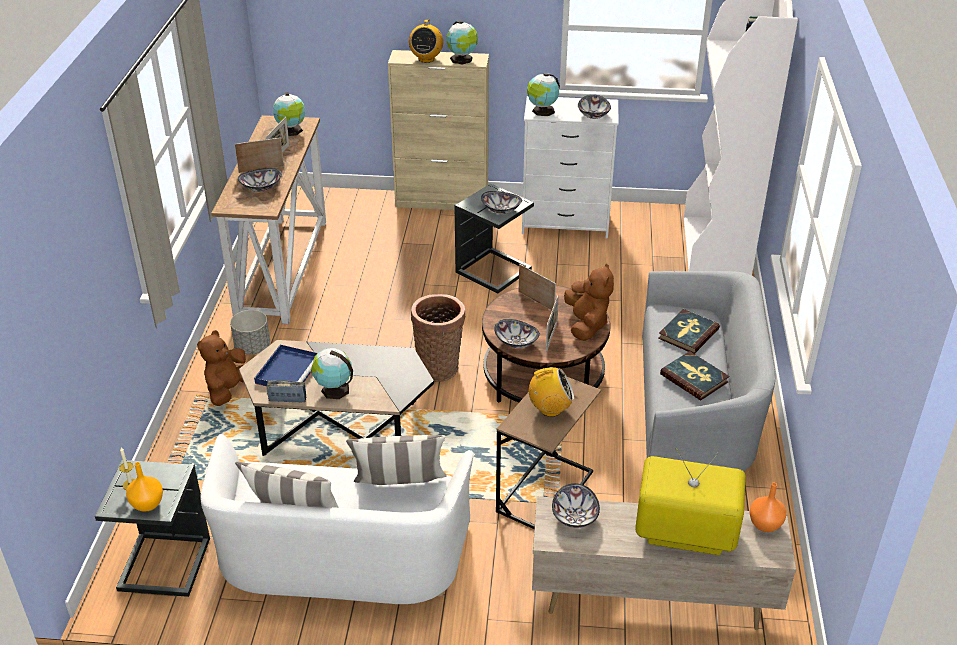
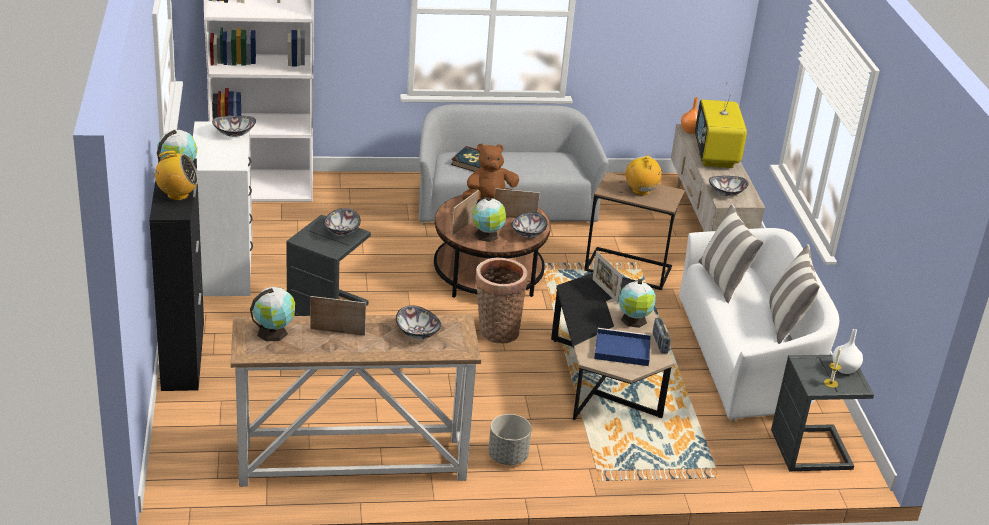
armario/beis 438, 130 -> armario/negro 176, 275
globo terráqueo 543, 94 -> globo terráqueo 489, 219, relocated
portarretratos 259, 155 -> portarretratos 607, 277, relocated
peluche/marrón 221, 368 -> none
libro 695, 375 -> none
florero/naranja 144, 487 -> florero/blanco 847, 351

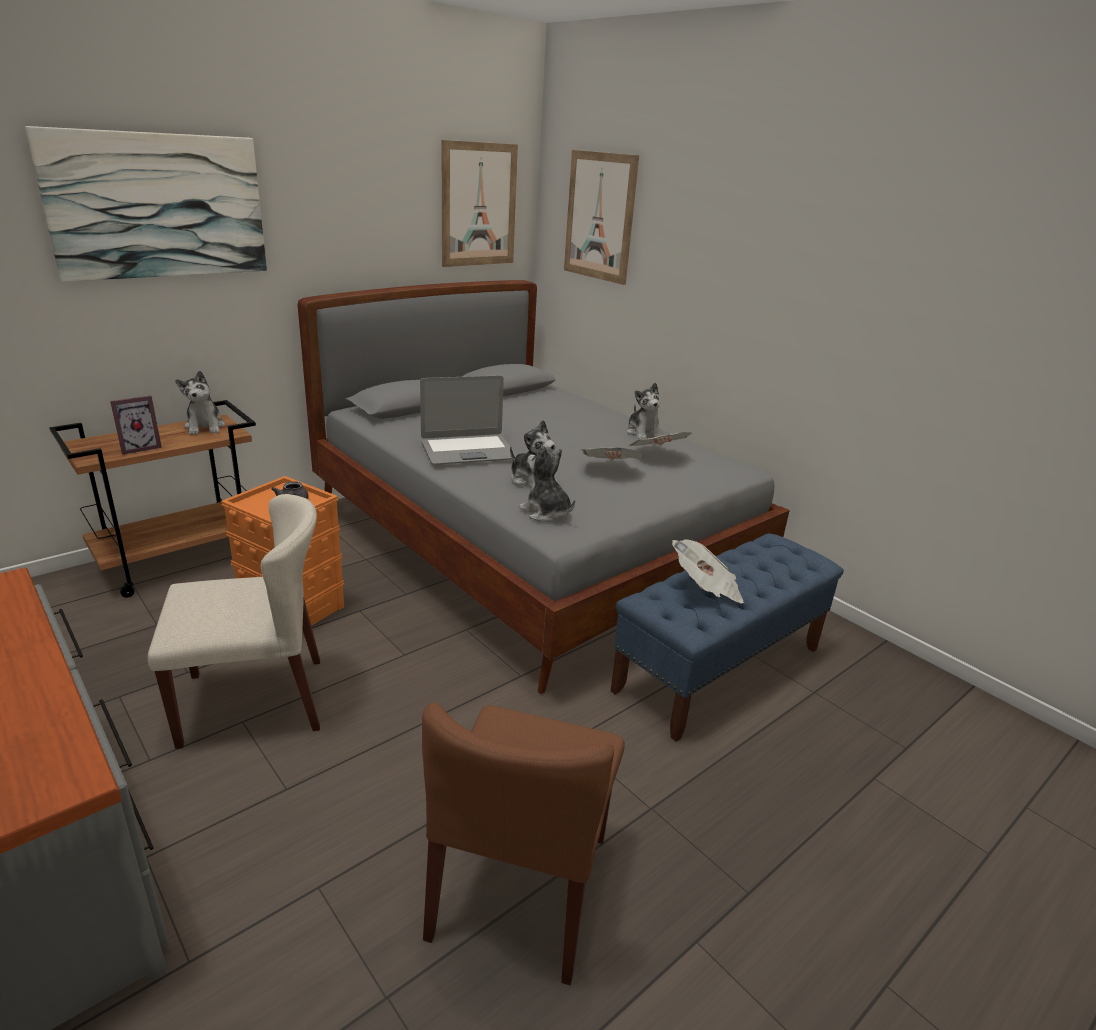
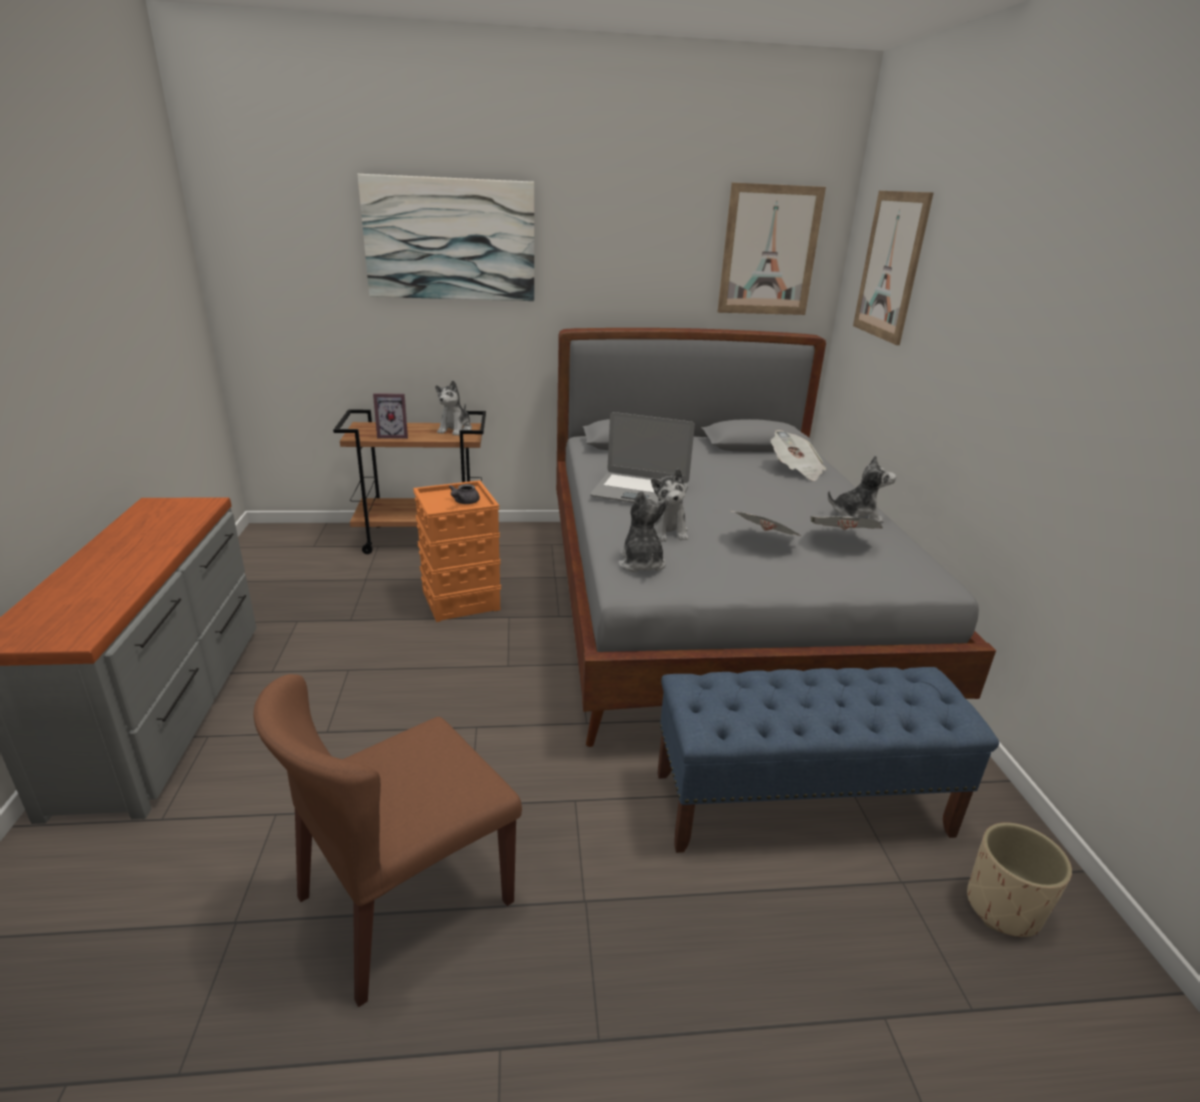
peluche 643, 411 -> peluche 862, 489, 105 degrees counterclockwise
silla/beis 234, 621 -> none
periódico 708, 571 -> periódico 799, 455, relocated
none -> maceta/beis 1019, 879

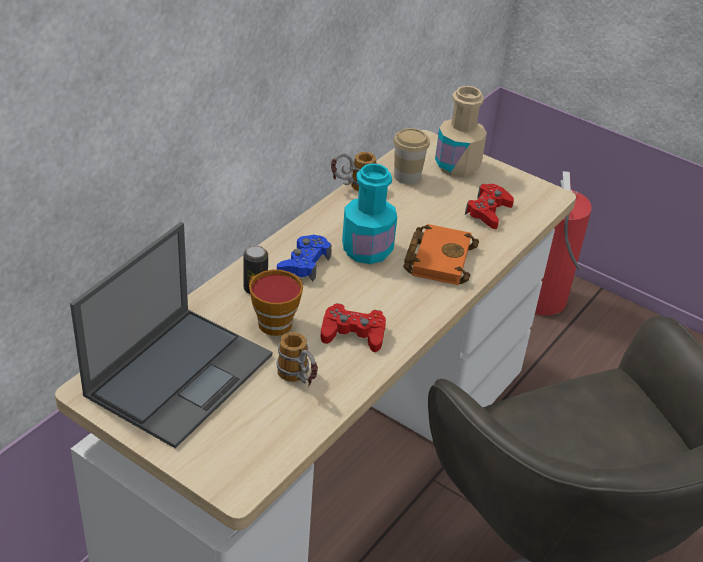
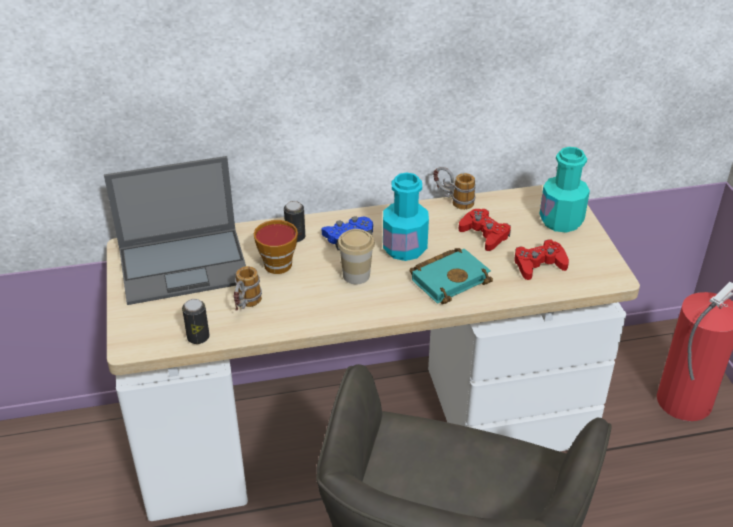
botella/beis 461, 131 -> botella/turquesa 564, 190
taza 411, 156 -> taza 356, 256, relocated
libro/naranja 441, 254 -> libro/turquesa 451, 276
mando de consola/rojo 353, 327 -> mando de consola/rojo 485, 230, relocated
none -> lata 195, 321

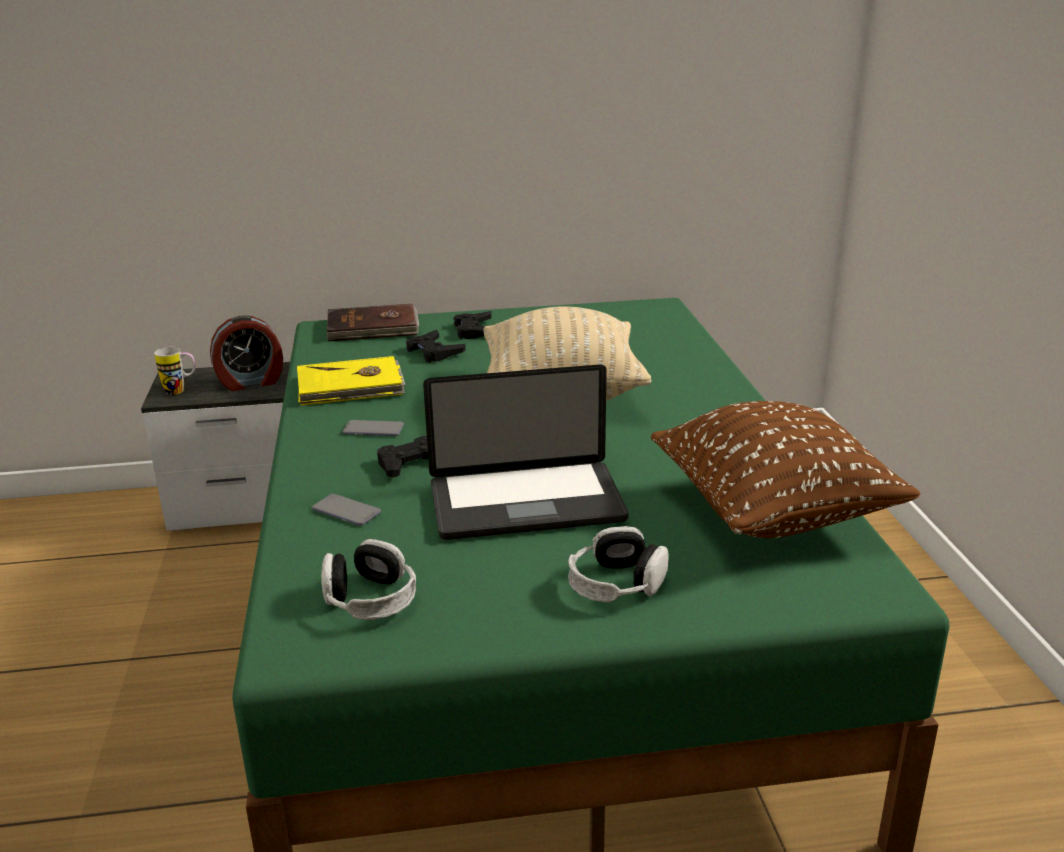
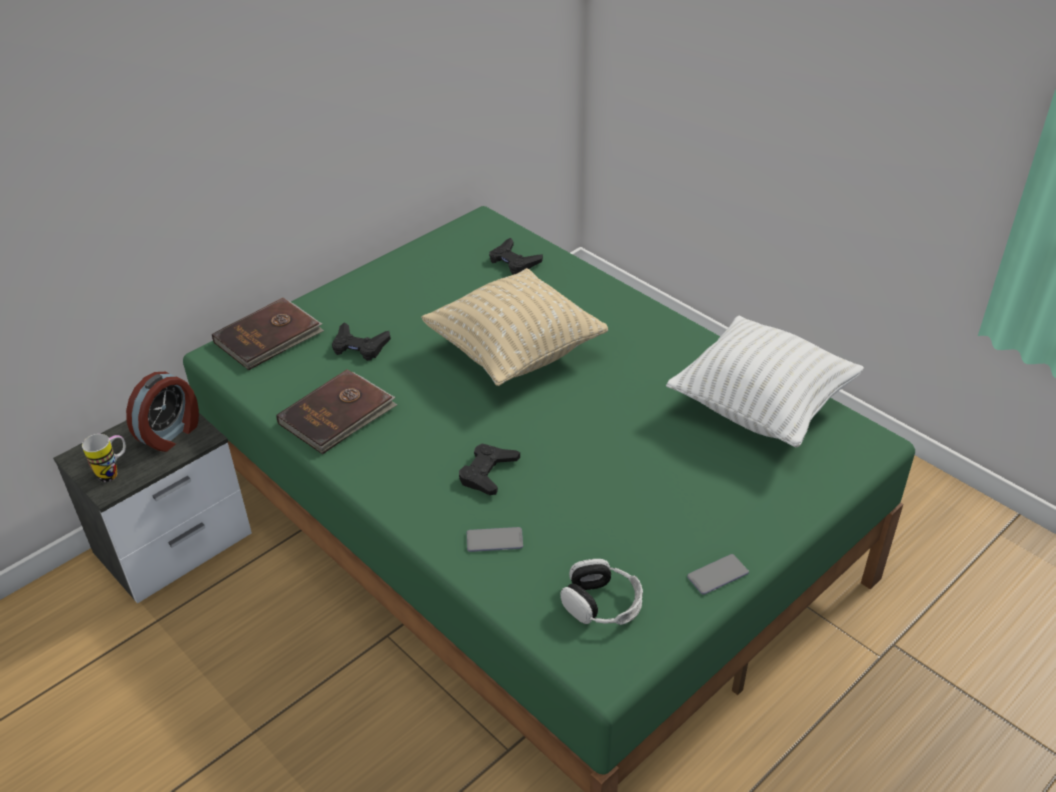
mando de consola/negro 472, 325 -> mando de consola/negro 516, 256, relocated
libro/amarillo 351, 381 -> libro/marrón 336, 411
portátil 526, 452 -> none
cojín/marrón 785, 469 -> cojín/blanco 765, 381
móvil 373, 428 -> móvil 718, 574, relocated
auriculares 618, 564 -> none

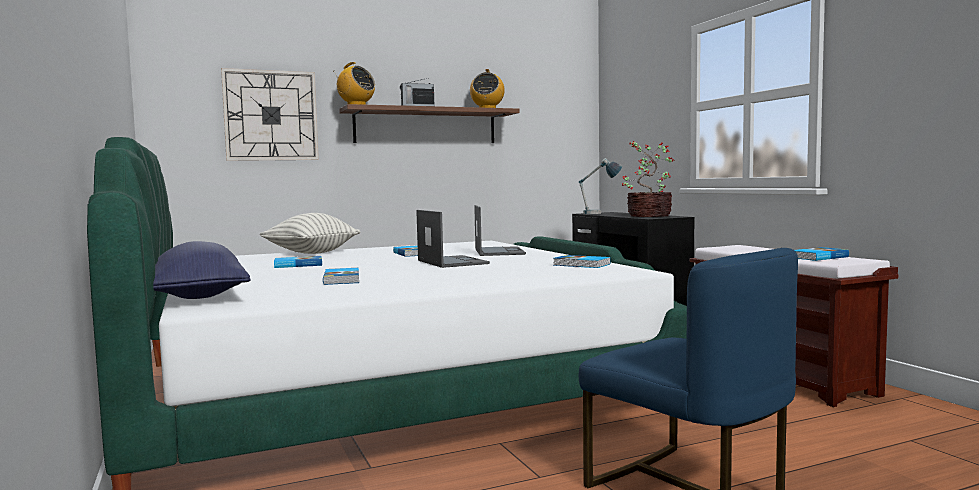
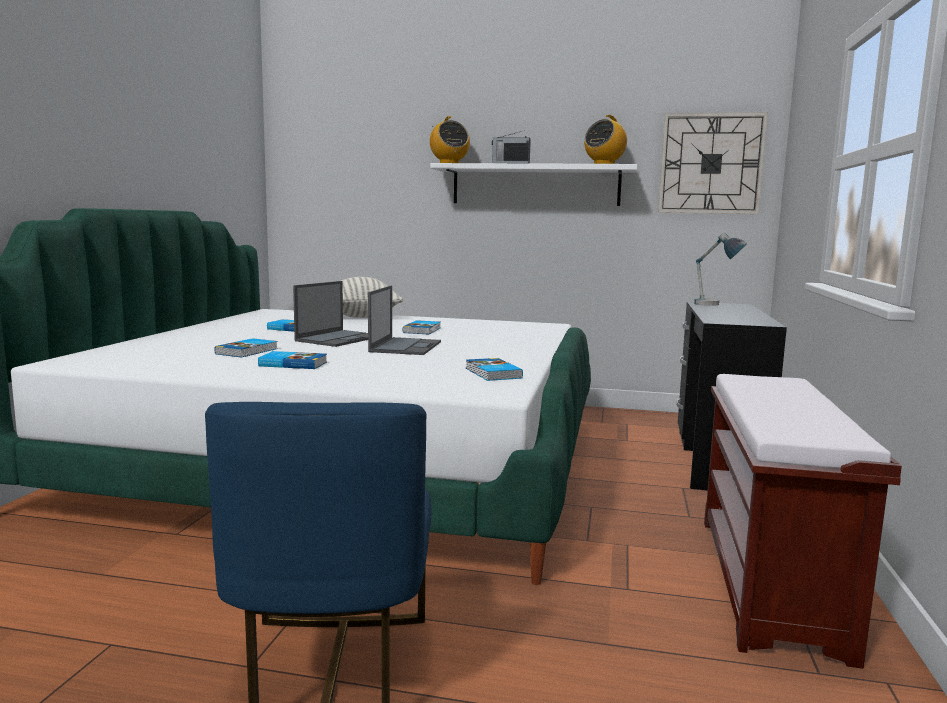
reloj de pared 270, 114 -> reloj de pared 713, 163, relocated
estante/marrón 429, 123 -> estante/blanco 533, 184
planta en maceta 648, 179 -> none
portátil 500, 230 -> portátil 330, 314, relocated
cojín/azul 202, 270 -> none
libro 821, 254 -> libro 292, 360, relocated

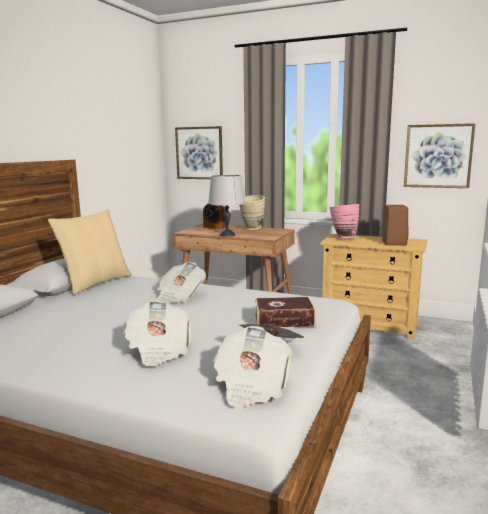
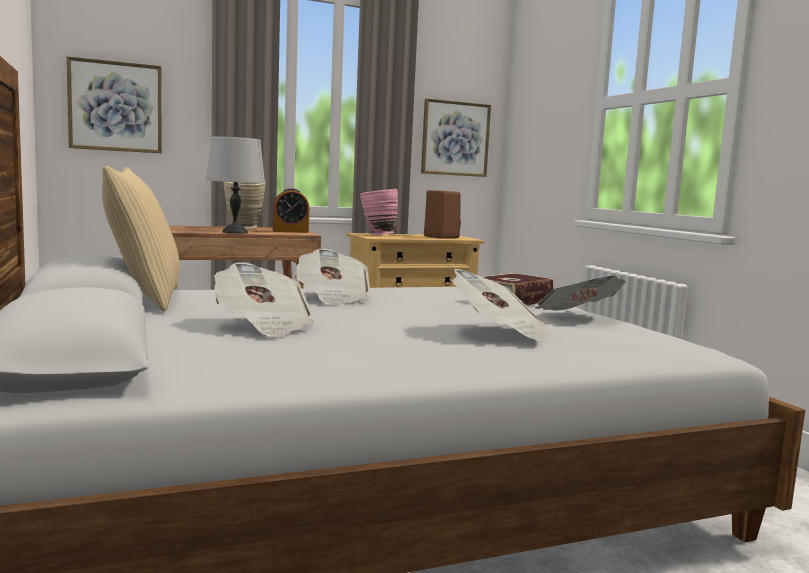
despertador 214, 216 -> despertador 291, 210, relocated
periódico 252, 366 -> periódico 264, 299, relocated

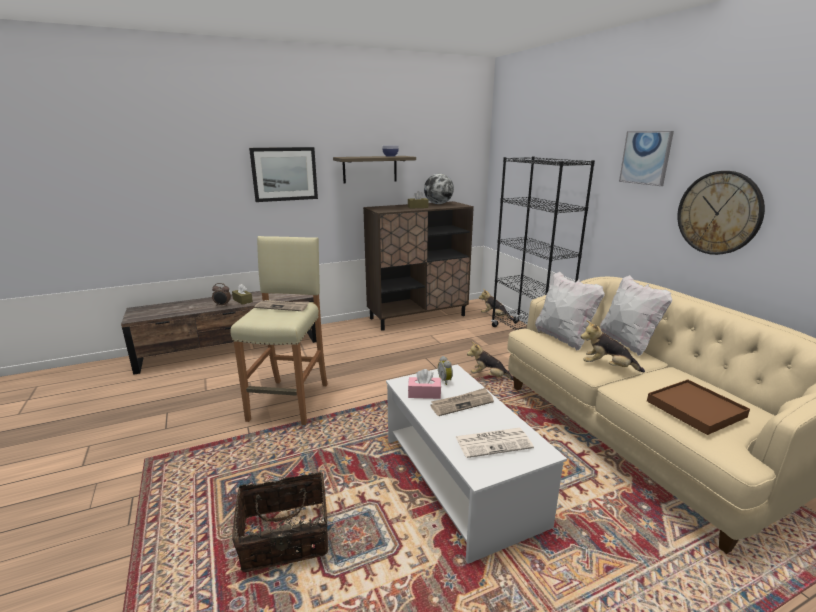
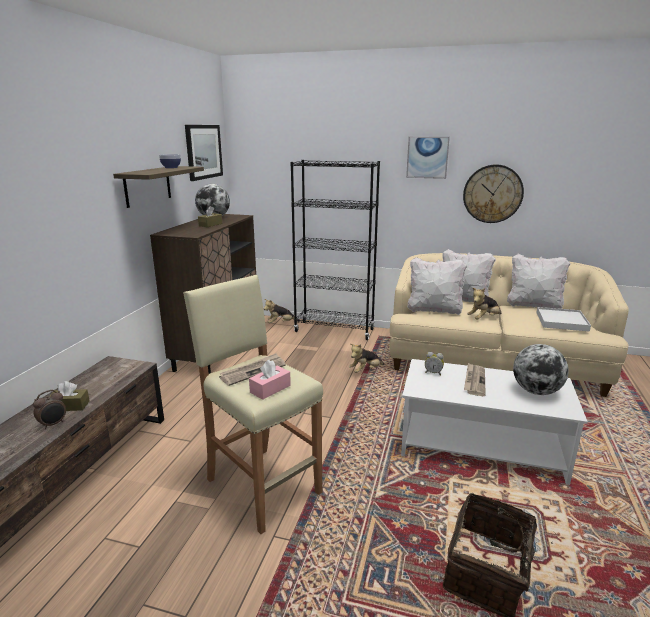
cuadro 283, 174 -> cuadro 204, 153, relocated
caja de pañuelos/rosa 424, 384 -> caja de pañuelos/rosa 270, 380, relocated
bandeja/marrón 698, 407 -> bandeja/blanco 563, 319
periódico 495, 443 -> globo terráqueo 541, 369
none -> cojín/blanco 538, 281

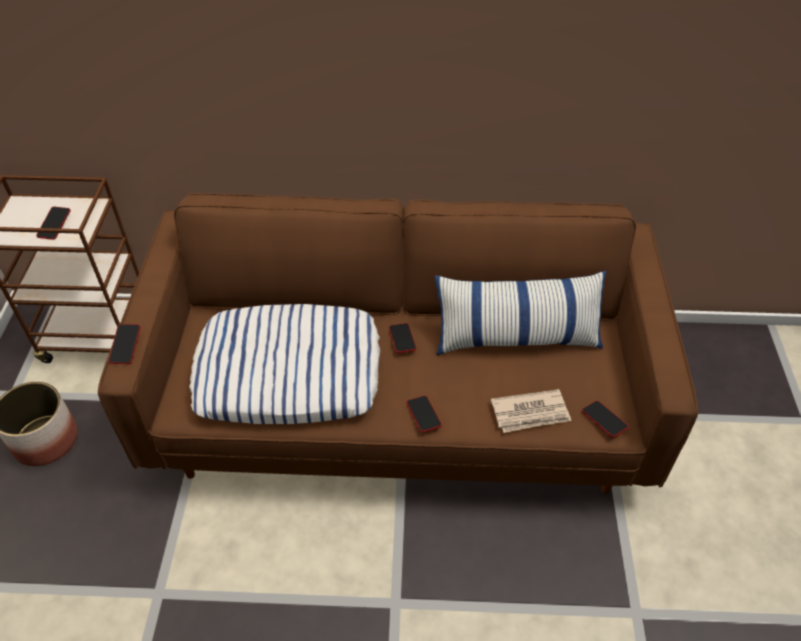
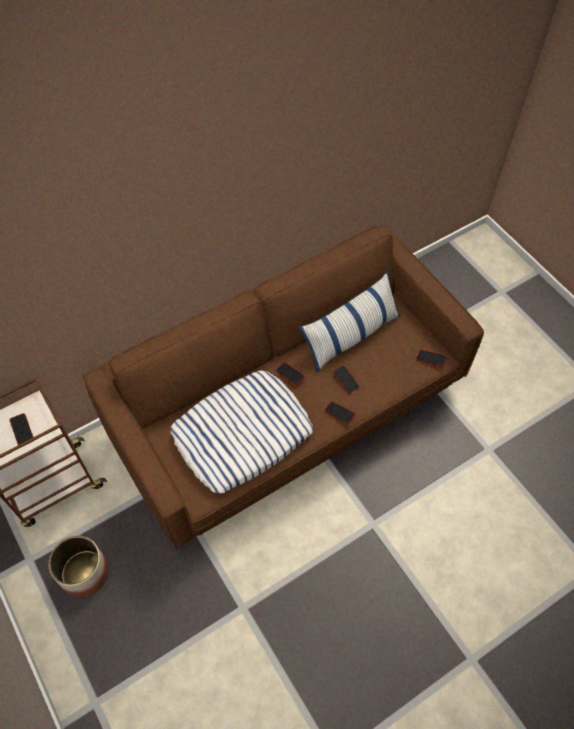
móvil 124, 344 -> móvil 346, 379, relocated
periódico 531, 411 -> none

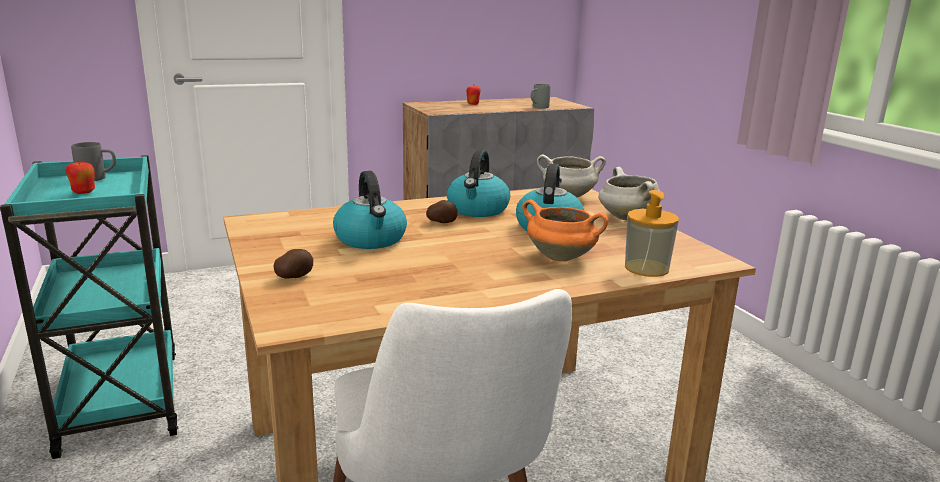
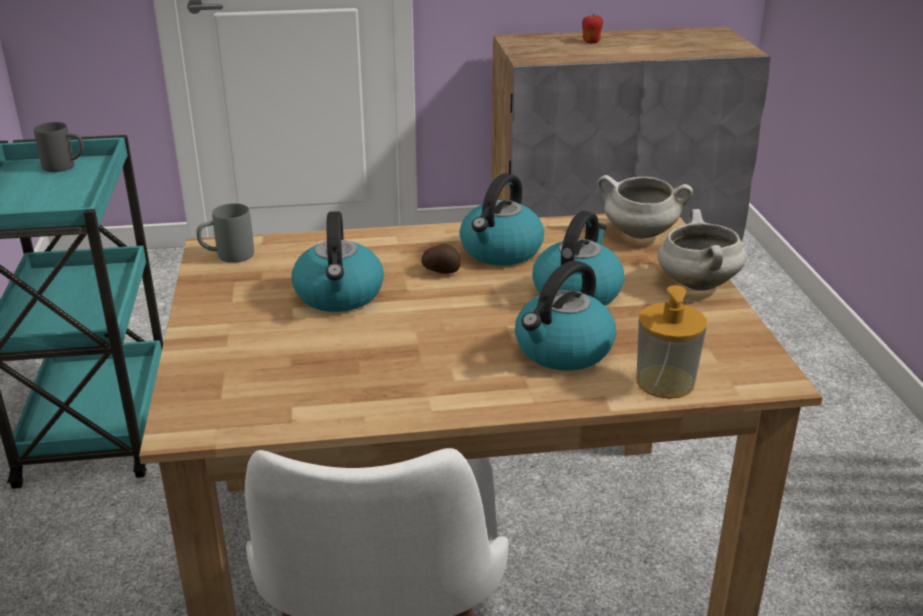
taza grande/gris 541, 96 -> taza grande/gris 225, 233, relocated
manzana 80, 177 -> none
olla/naranja 565, 230 -> hervidor 565, 316
patata 293, 263 -> none

